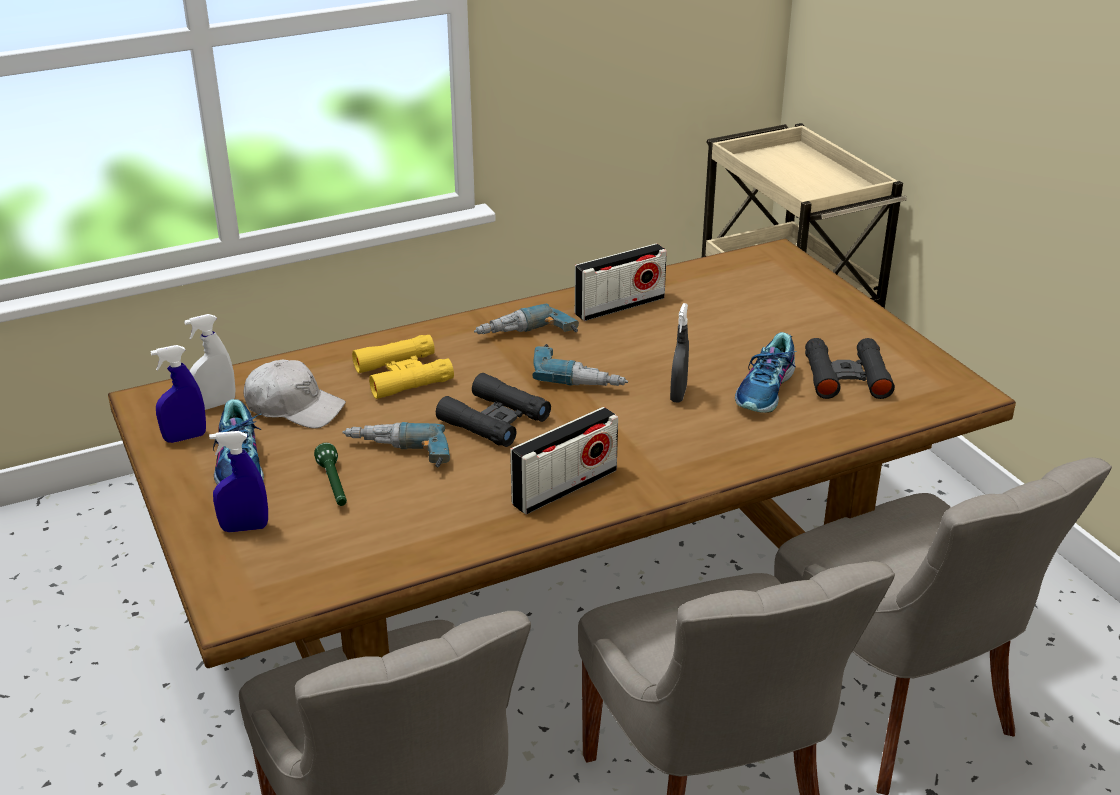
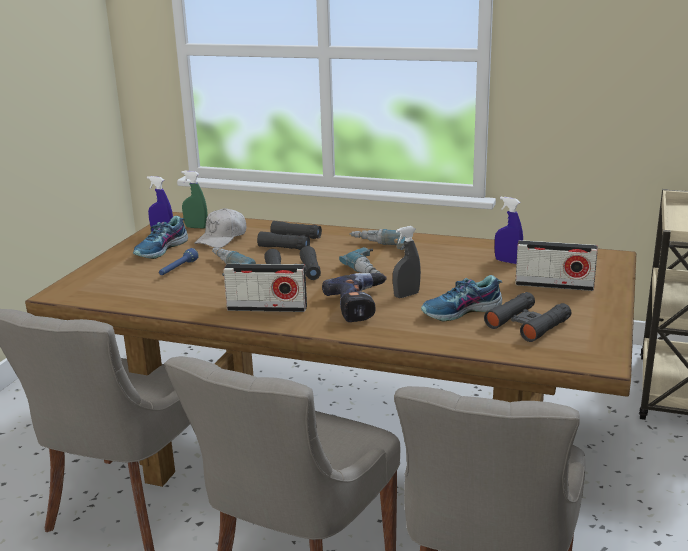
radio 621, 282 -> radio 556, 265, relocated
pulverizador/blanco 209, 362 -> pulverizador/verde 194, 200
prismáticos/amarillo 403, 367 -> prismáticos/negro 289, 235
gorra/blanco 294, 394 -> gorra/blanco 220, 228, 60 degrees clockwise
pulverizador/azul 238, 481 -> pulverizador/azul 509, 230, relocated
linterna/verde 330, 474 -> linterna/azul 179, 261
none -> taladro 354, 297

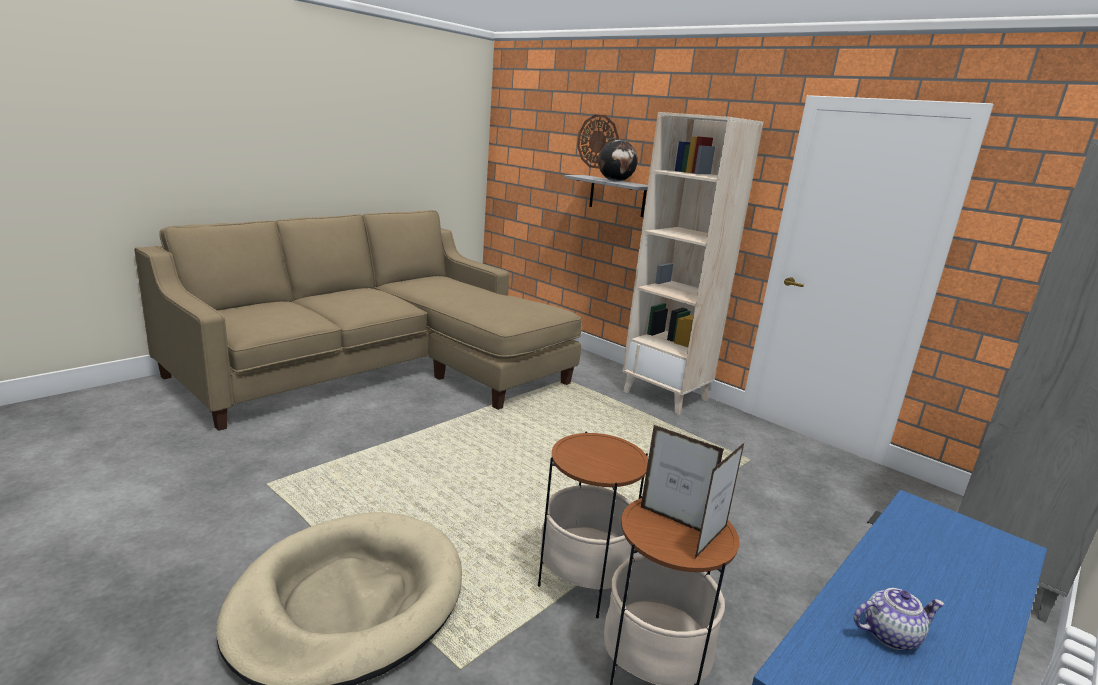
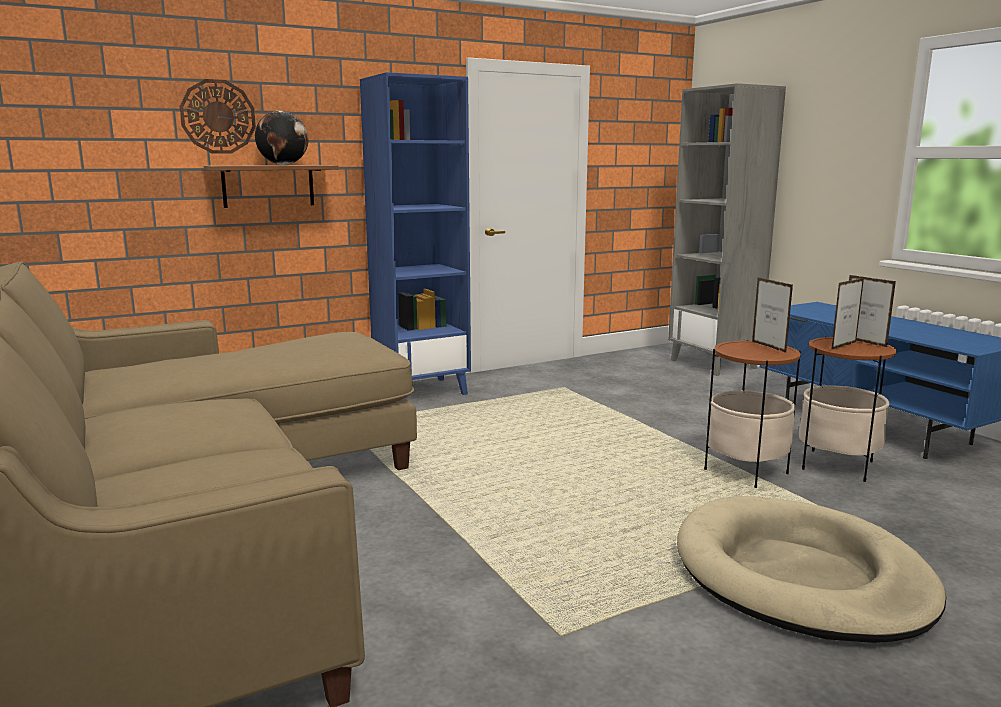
estantería/beis 693, 263 -> estantería/azul 415, 233
estante/gris 606, 196 -> estante/marrón 271, 186
tetera 899, 619 -> none
none -> portarretratos 772, 315

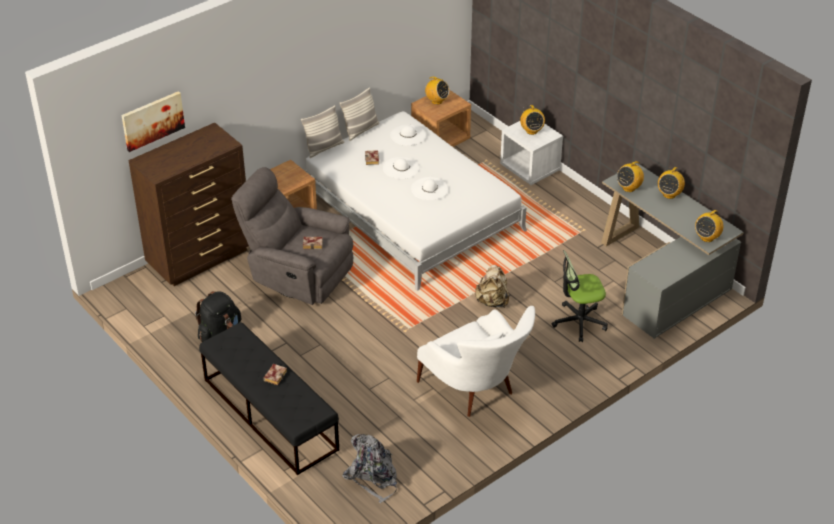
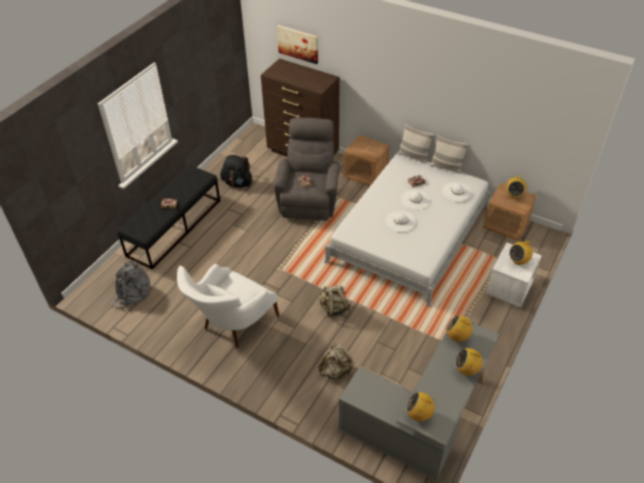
silla de oficina 580, 296 -> mochila/beis 336, 361

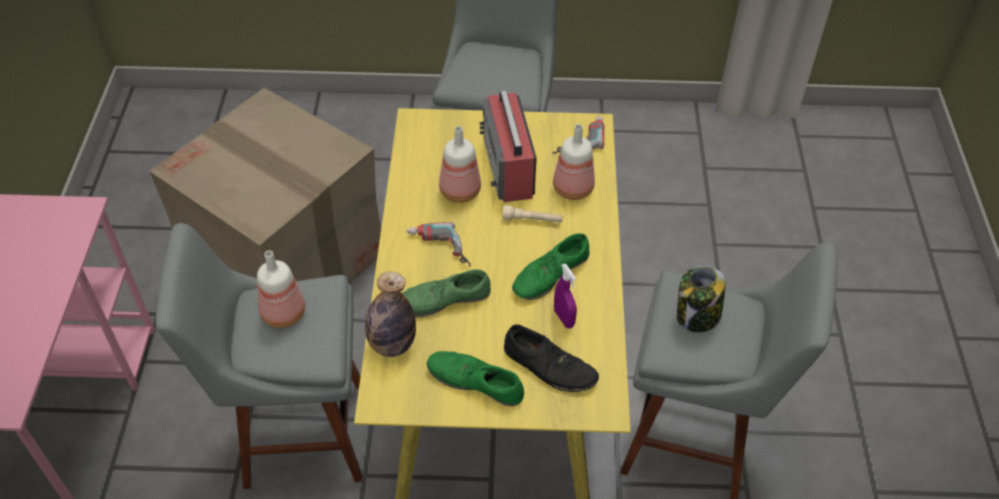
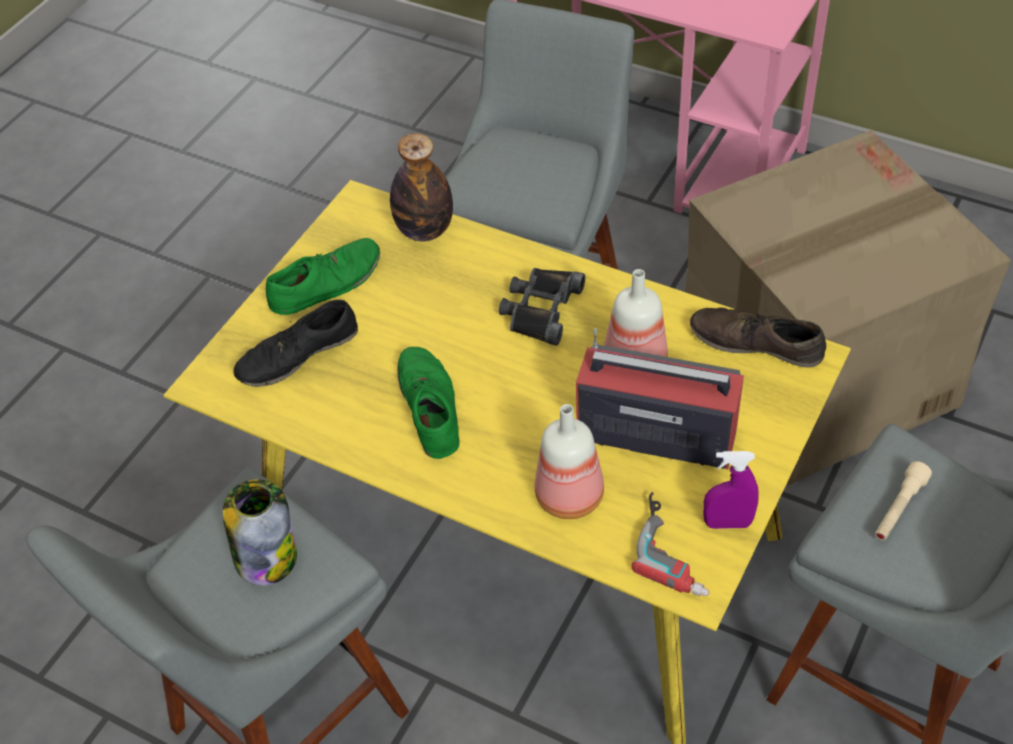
linterna/beis 532, 213 -> linterna/beis 903, 500, relocated
taladro 438, 244 -> prismáticos/negro 542, 306
botella 281, 289 -> none
pulverizador/morado 565, 296 -> pulverizador/morado 731, 490, relocated
zapato/verde 446, 293 -> none
none -> zapato/marrón 758, 337

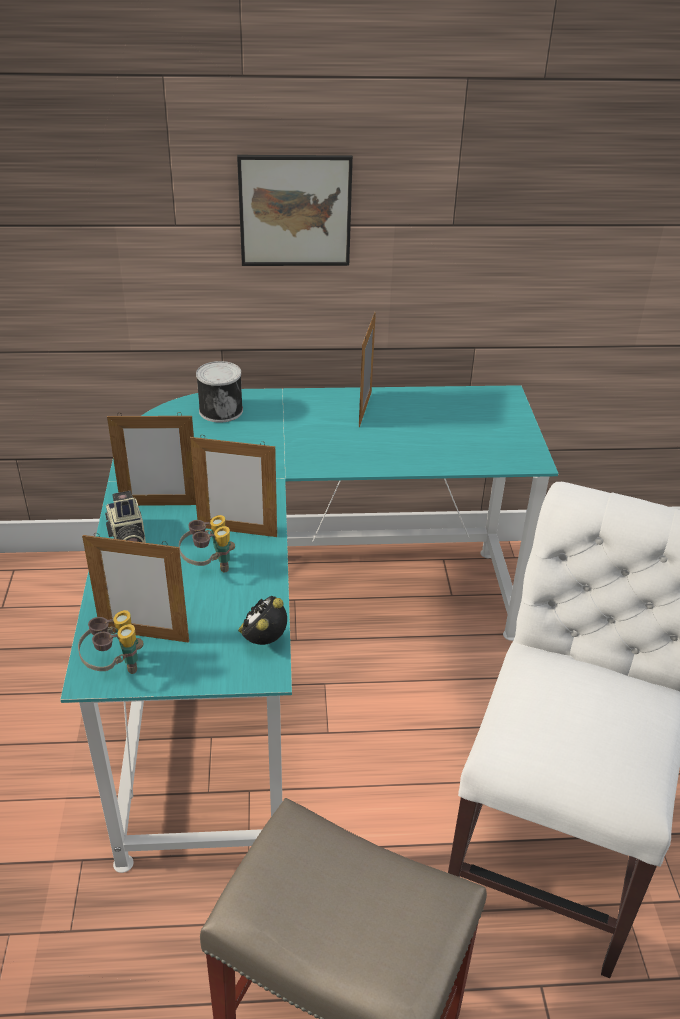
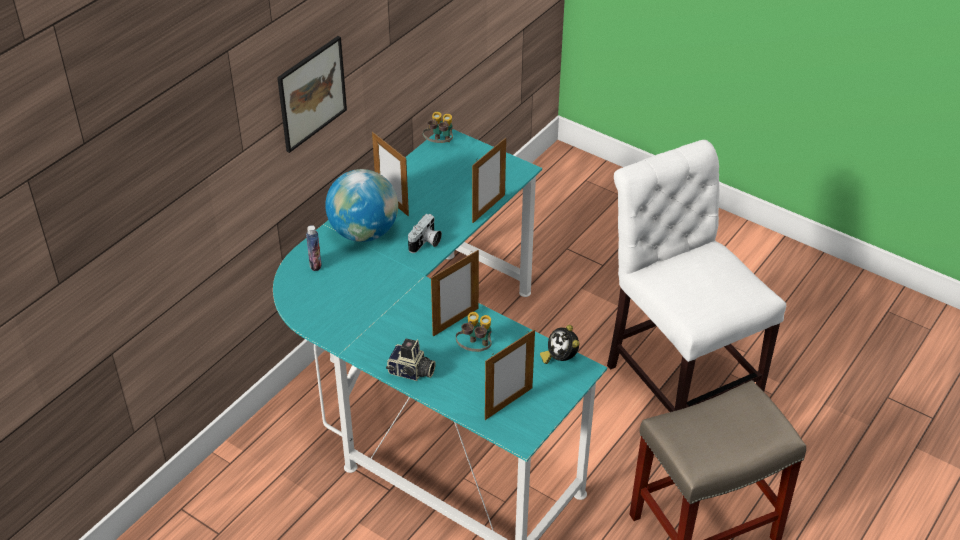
lata 219, 392 -> botella 313, 248
portarretratos 151, 459 -> portarretratos 489, 180, relocated
prismáticos 111, 642 -> prismáticos 438, 127, relocated
none -> globo terráqueo 361, 205
none -> cámara 425, 233

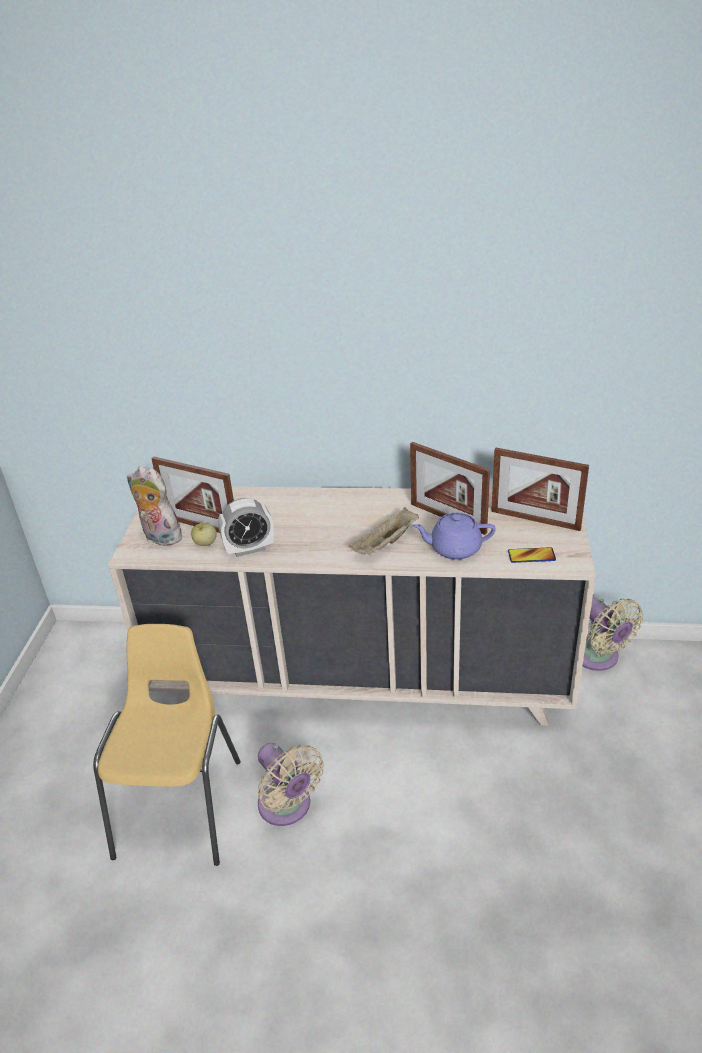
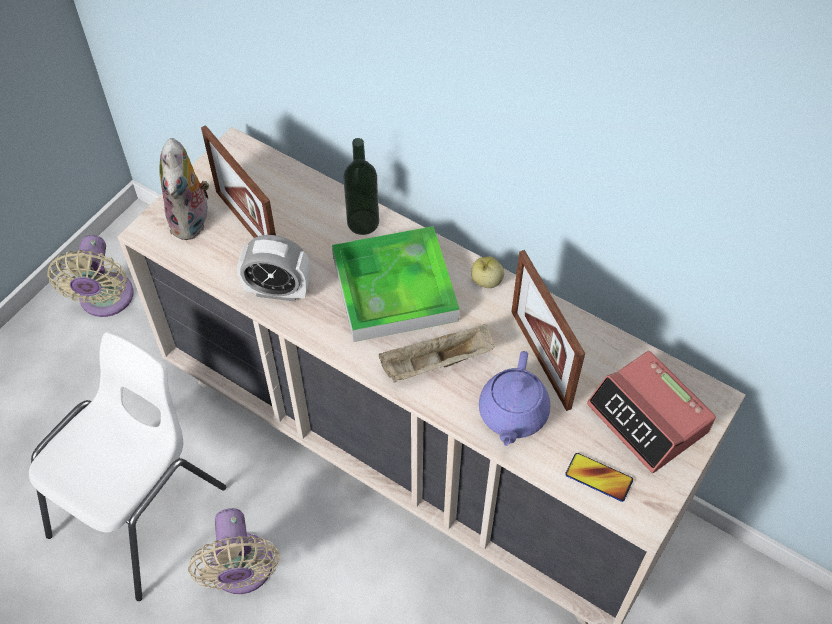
portarretratos 540, 489 -> despertador 651, 412
peluche 154, 506 -> peluche 184, 189, 150 degrees counterclockwise
tetera/morado 454, 536 -> tetera/morado 514, 398, 105 degrees counterclockwise
manzana 204, 534 -> manzana 487, 272, relocated
ventilador/beis 612, 634 -> ventilador/beis 90, 276, relocated
silla/amarillo 167, 745 -> silla/blanco 127, 465
none -> botella 361, 186
none -> bandeja 396, 284

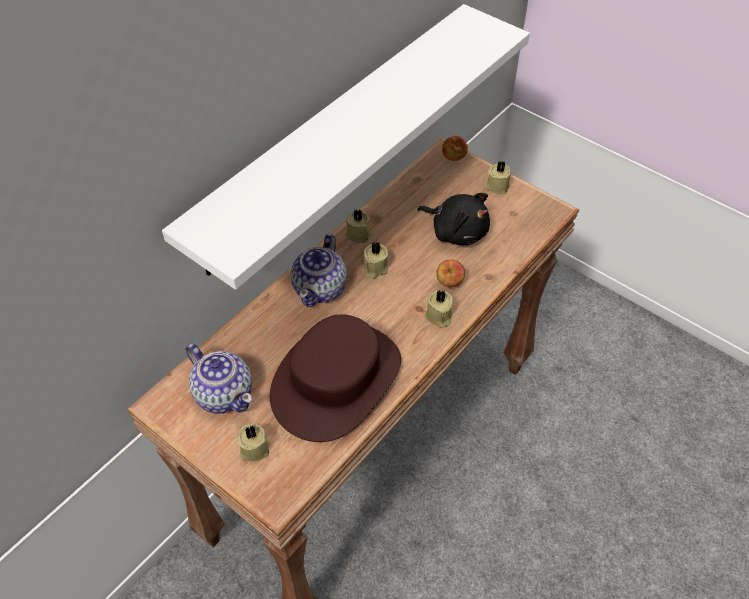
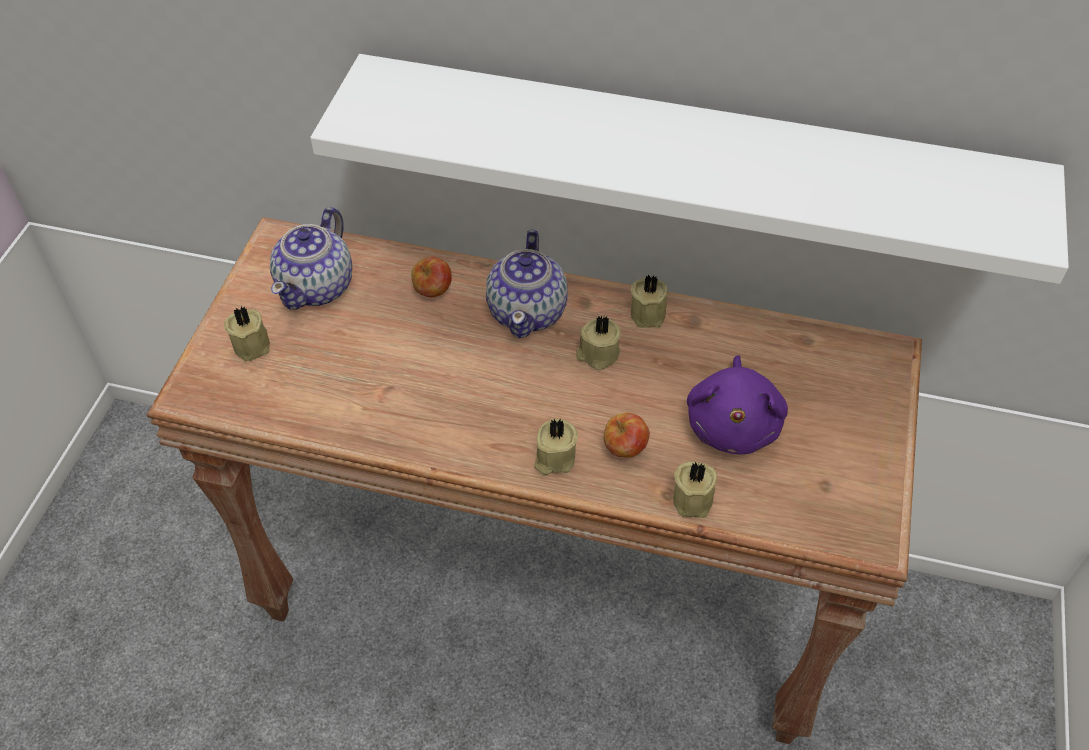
manzana 455, 148 -> manzana 431, 277, relocated
vela/beis 498, 177 -> vela/beis 695, 490, relocated
peluche/negro 453, 219 -> peluche/morado 737, 404
tetera 319, 270 -> tetera 527, 283, 75 degrees counterclockwise
sombrero/marrón 335, 378 -> none

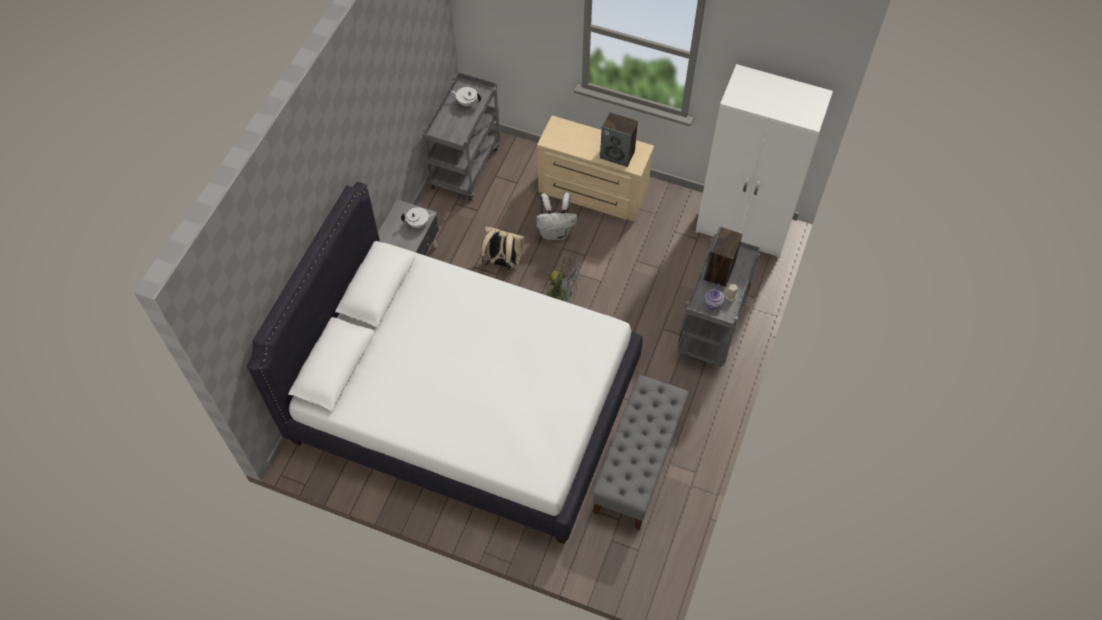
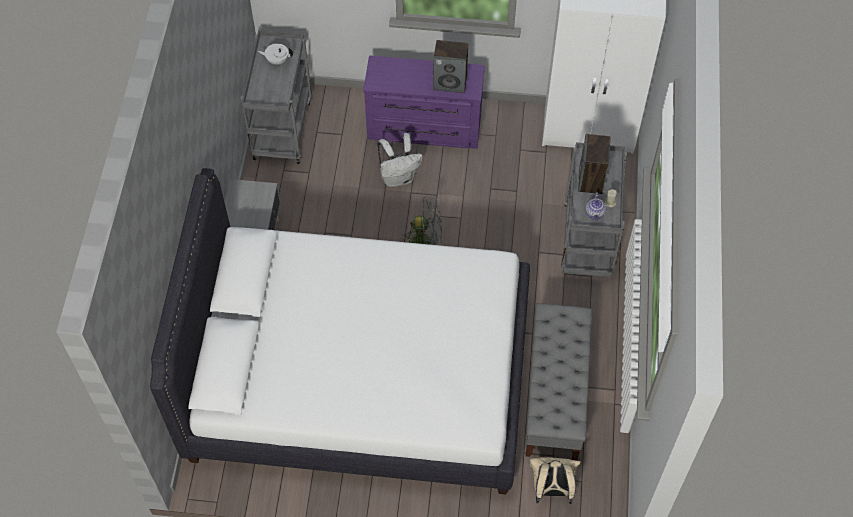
cómoda/beis 595, 168 -> cómoda/morado 424, 102
tetera/blanco 418, 217 -> none
mochila/beis 503, 249 -> mochila/beis 555, 480, relocated

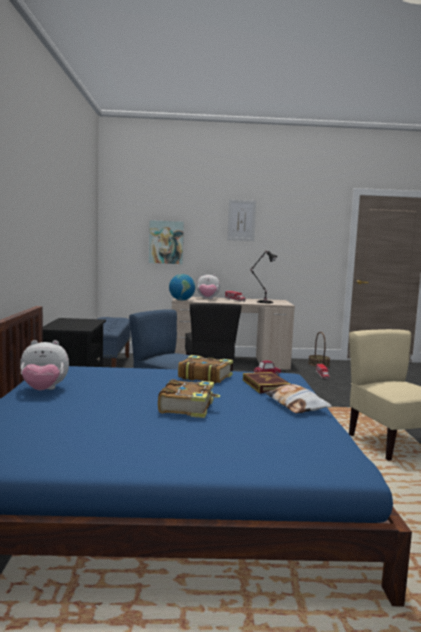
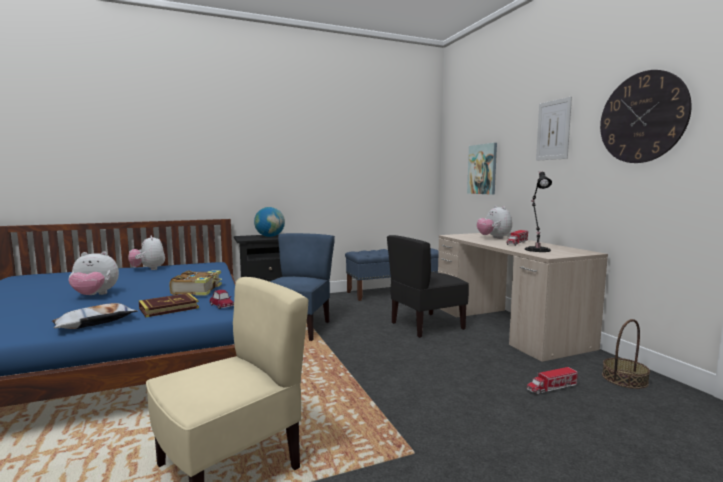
globo terráqueo 182, 287 -> globo terráqueo 269, 222, relocated
libro 189, 398 -> peluche 94, 273
none -> reloj de pared 645, 116

